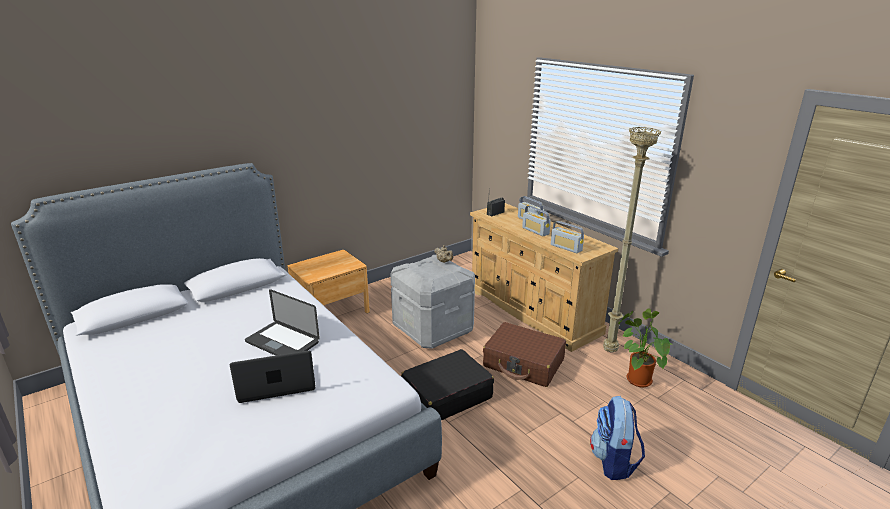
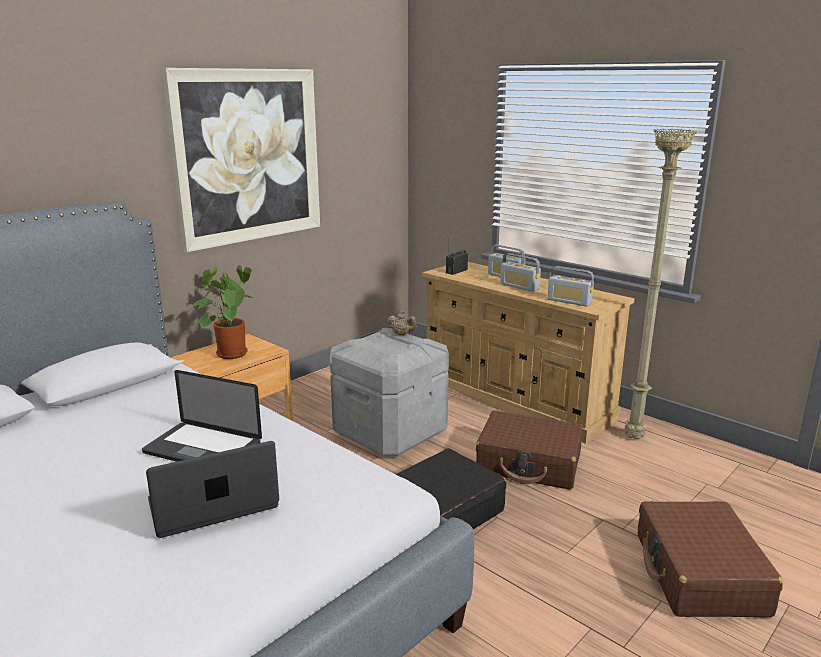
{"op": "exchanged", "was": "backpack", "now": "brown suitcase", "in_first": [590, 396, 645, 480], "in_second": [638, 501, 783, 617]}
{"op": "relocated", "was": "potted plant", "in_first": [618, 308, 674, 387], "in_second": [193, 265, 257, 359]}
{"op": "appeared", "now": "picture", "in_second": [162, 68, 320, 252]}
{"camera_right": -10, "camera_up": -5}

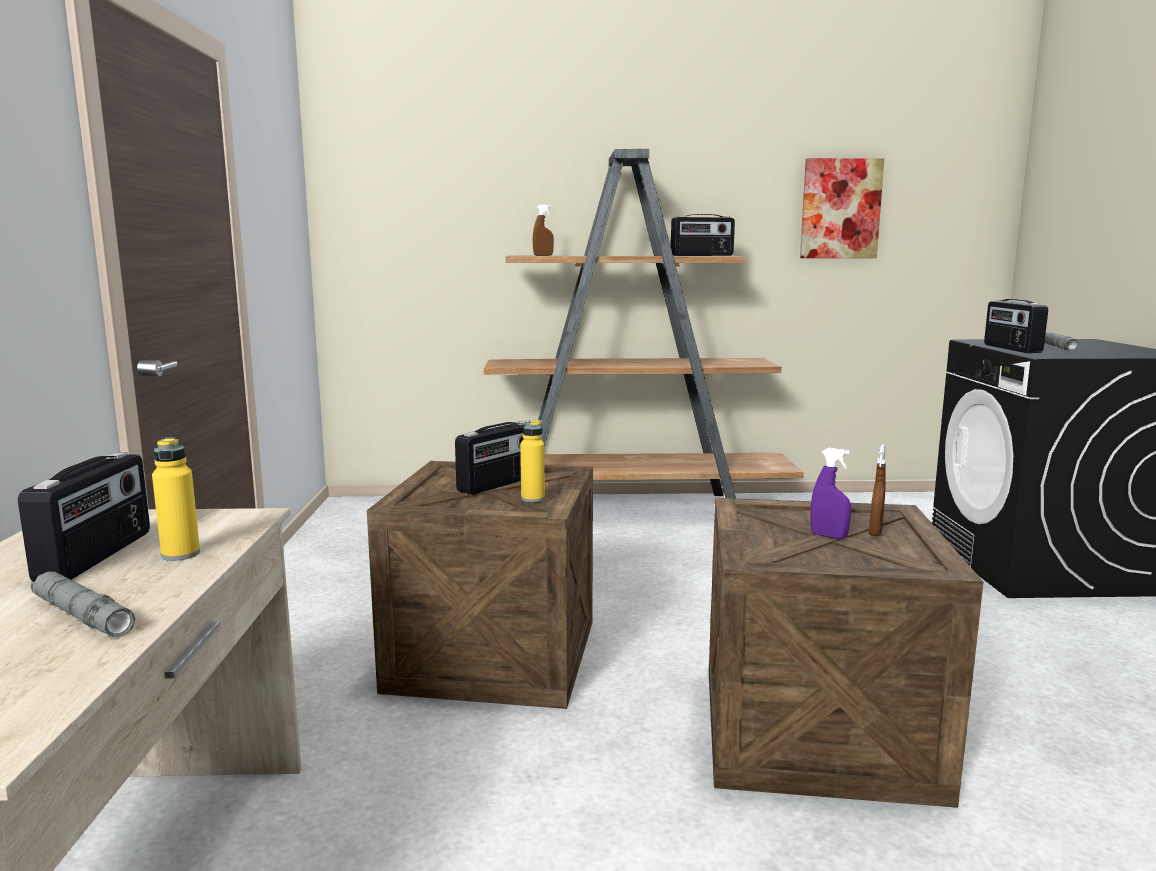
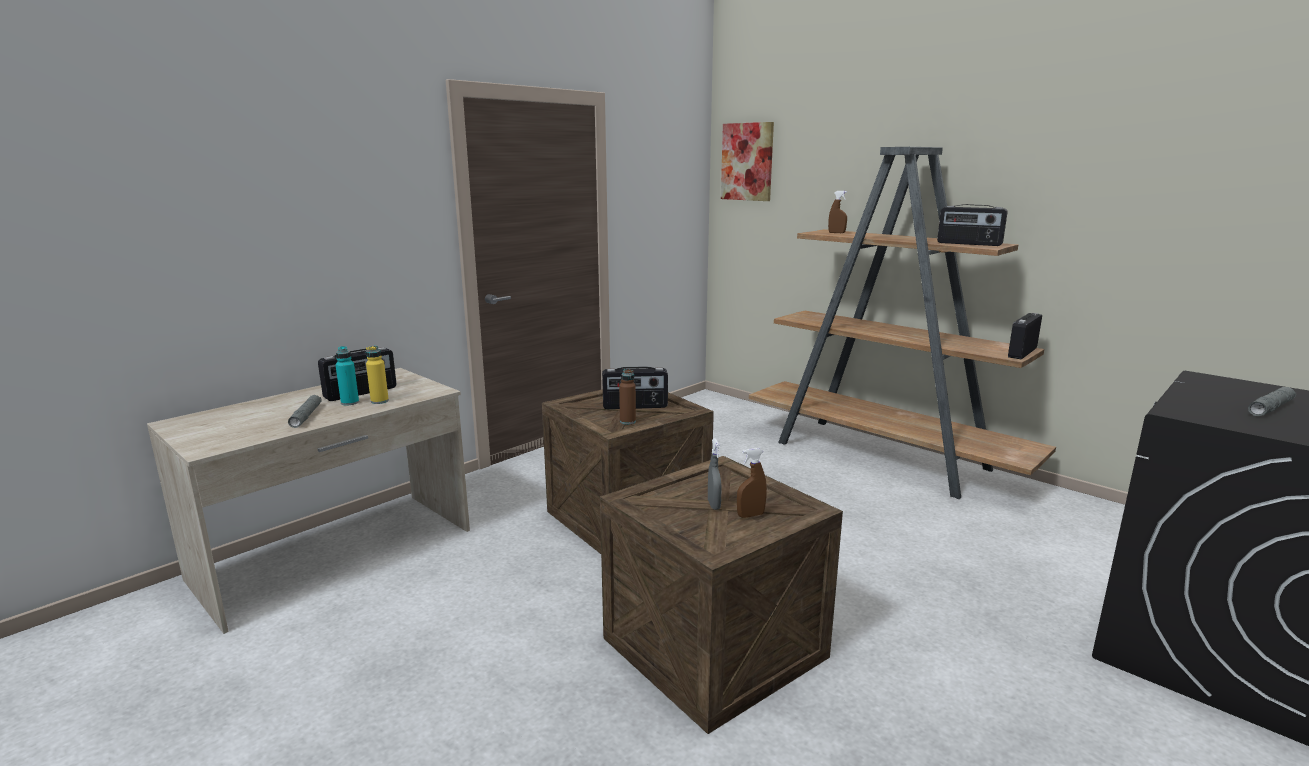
{"op": "colour", "was": "yellow bottle", "now": "brown bottle", "in_first": [520, 420, 545, 502], "in_second": [619, 369, 636, 424]}
{"op": "relocated", "was": "picture", "in_first": [800, 158, 884, 258], "in_second": [721, 122, 774, 201]}
{"op": "colour", "was": "purple spray bottle", "now": "grey spray bottle", "in_first": [811, 448, 851, 539], "in_second": [708, 438, 722, 510]}
{"op": "relocated", "was": "radio", "in_first": [984, 299, 1048, 353], "in_second": [1008, 313, 1042, 359]}
{"op": "appeared", "now": "turquoise bottle", "in_second": [336, 346, 359, 405]}
{"camera_right": 45, "camera_up": 5}

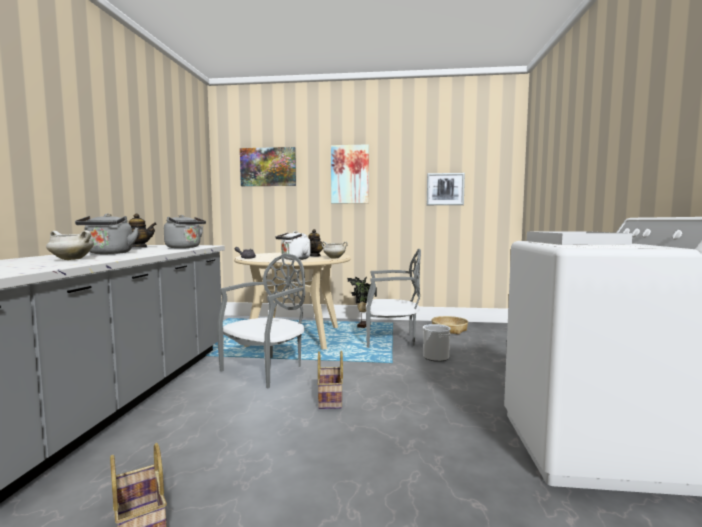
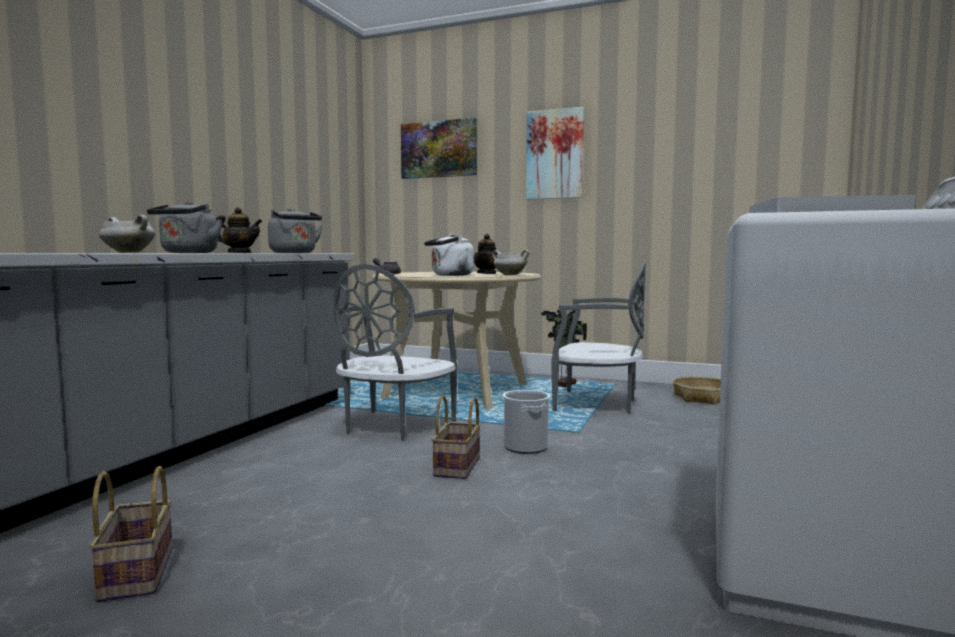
{"op": "spun", "was": "grey chair", "in_first": [217, 254, 305, 388], "in_second": [334, 264, 458, 441], "clockwise": 150}
{"op": "relocated", "was": "bucket", "in_first": [423, 324, 451, 362], "in_second": [503, 390, 550, 454]}
{"op": "missing", "was": "picture", "in_first": [427, 173, 465, 205]}
{"camera_right": 15, "camera_up": 0}

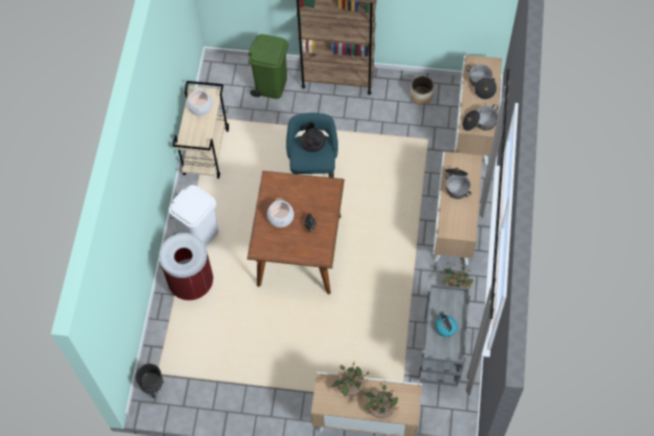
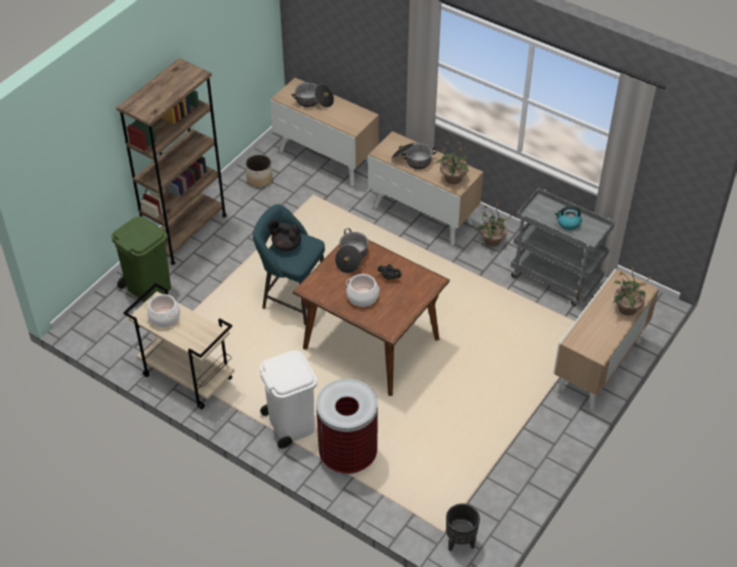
{"op": "relocated", "was": "potted plant", "in_first": [331, 361, 369, 397], "in_second": [436, 141, 469, 184]}
{"op": "relocated", "was": "cooking pot", "in_first": [462, 104, 498, 131], "in_second": [335, 228, 369, 273]}
{"camera_right": -65, "camera_up": -15}

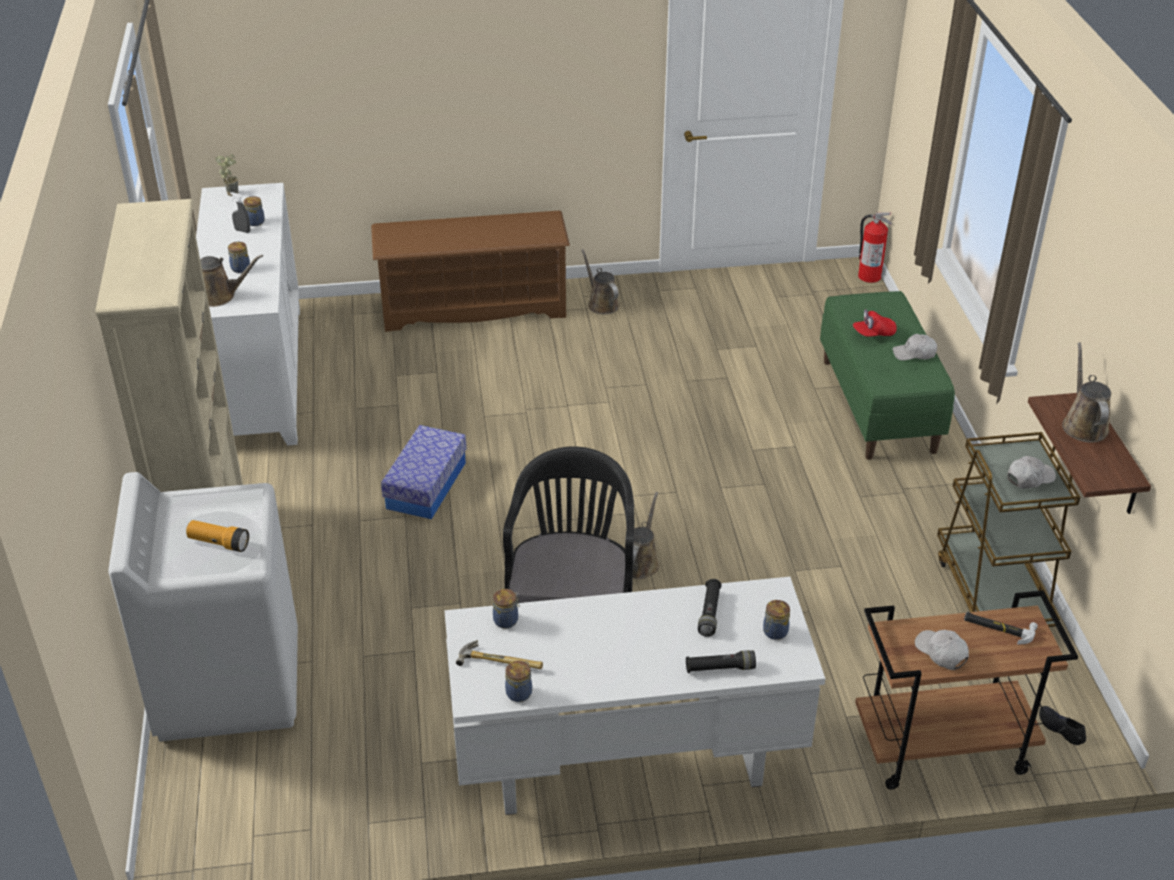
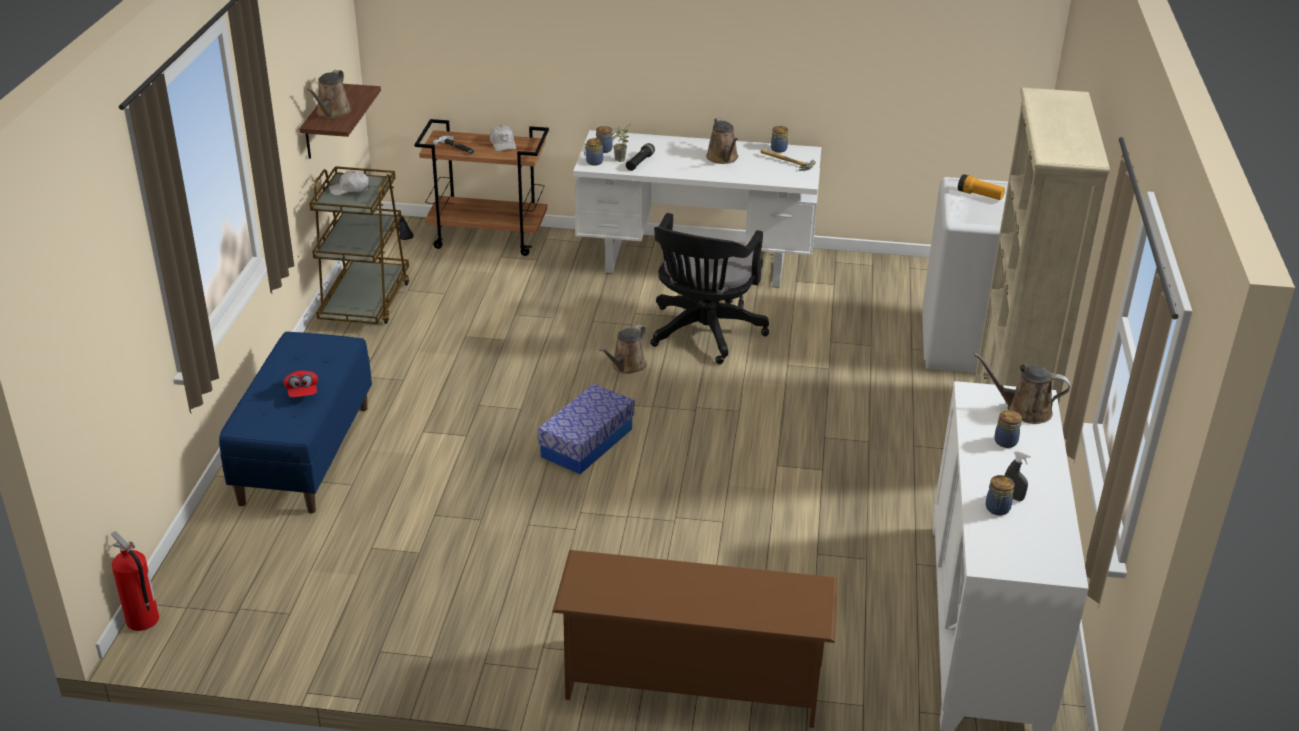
{"op": "relocated", "was": "potted plant", "in_first": [215, 154, 239, 196], "in_second": [612, 124, 631, 162]}
{"op": "relocated", "was": "storage box", "in_first": [381, 425, 467, 519], "in_second": [538, 384, 635, 474]}
{"op": "relocated", "was": "jar", "in_first": [493, 589, 520, 628], "in_second": [584, 138, 603, 166]}
{"op": "relocated", "was": "brown watering can", "in_first": [581, 249, 620, 314], "in_second": [706, 118, 738, 164]}
{"op": "missing", "was": "black flashlight", "in_first": [686, 650, 756, 673]}
{"op": "colour", "was": "green bench", "now": "blue bench", "in_first": [820, 291, 955, 460], "in_second": [219, 332, 372, 514]}
{"op": "spun", "was": "red cap", "in_first": [853, 309, 897, 337], "in_second": [284, 371, 318, 397], "clockwise": 75}
{"op": "missing", "was": "white cap", "in_first": [893, 334, 937, 360]}
{"camera_right": -165, "camera_up": -5}

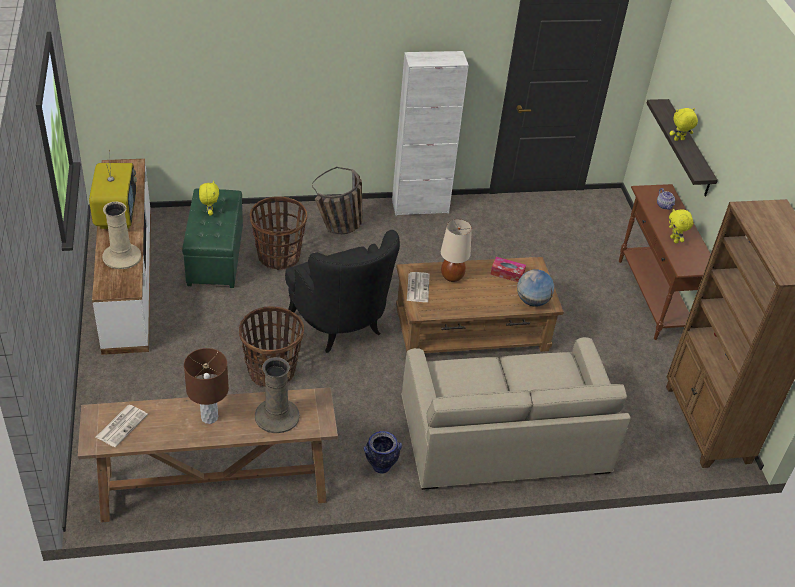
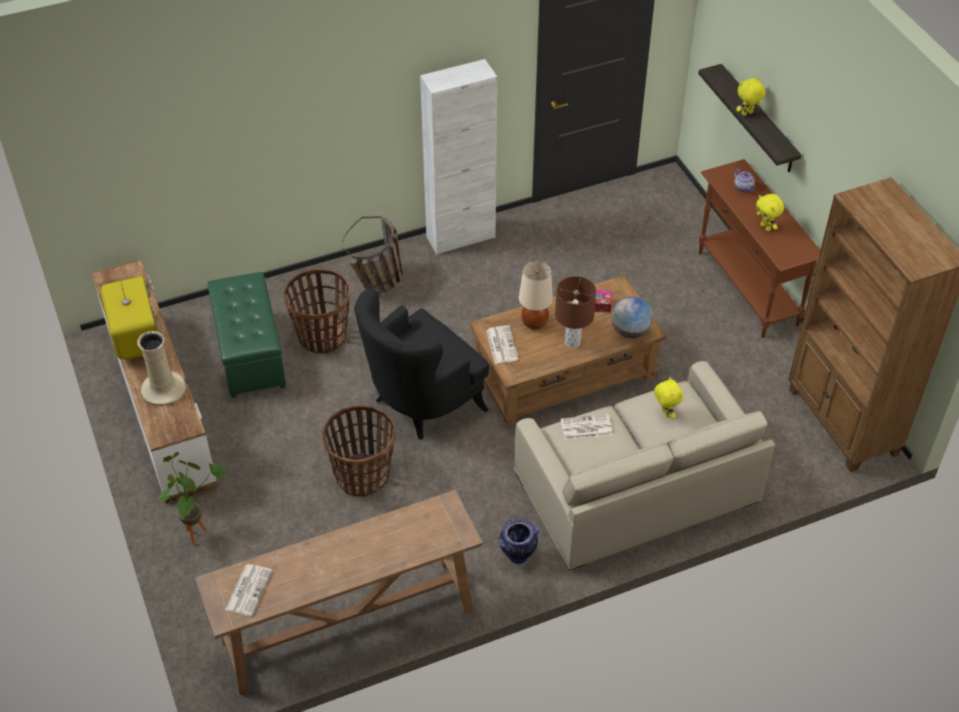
{"op": "relocated", "was": "brown table lamp", "in_first": [184, 348, 229, 424], "in_second": [555, 276, 596, 348]}
{"op": "relocated", "was": "yellow plush toy", "in_first": [199, 181, 219, 216], "in_second": [654, 377, 683, 419]}
{"op": "missing", "was": "beige vase", "in_first": [255, 357, 300, 433]}
{"op": "spun", "was": "black armchair", "in_first": [284, 230, 400, 353], "in_second": [354, 289, 489, 440], "clockwise": 90}
{"op": "appeared", "now": "potted plant", "in_second": [157, 452, 228, 545]}
{"op": "appeared", "now": "newspaper", "in_second": [561, 414, 612, 440]}
{"camera_right": -10, "camera_up": 5}

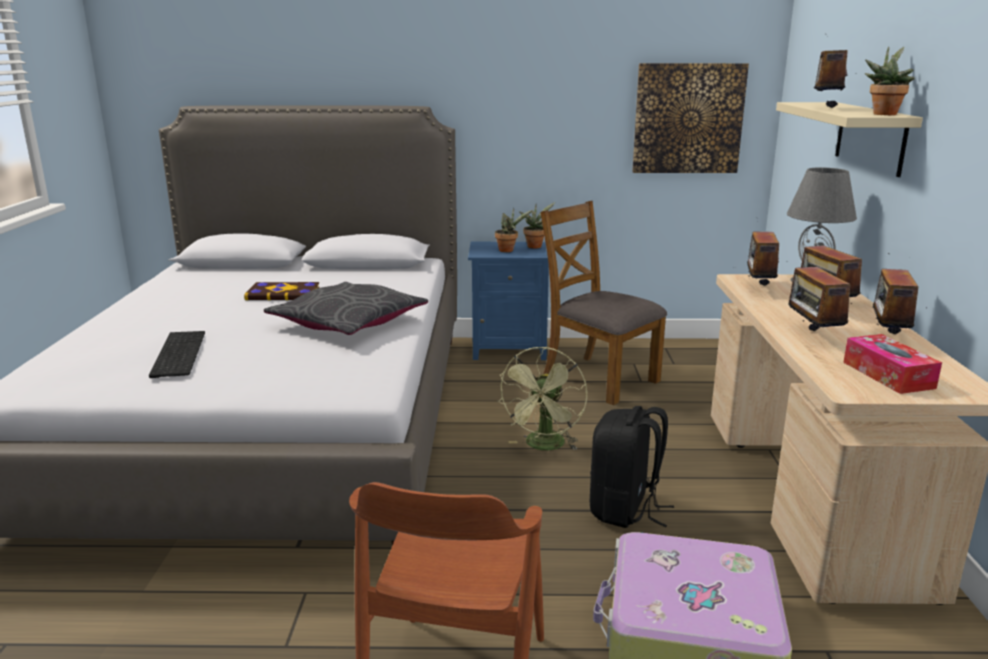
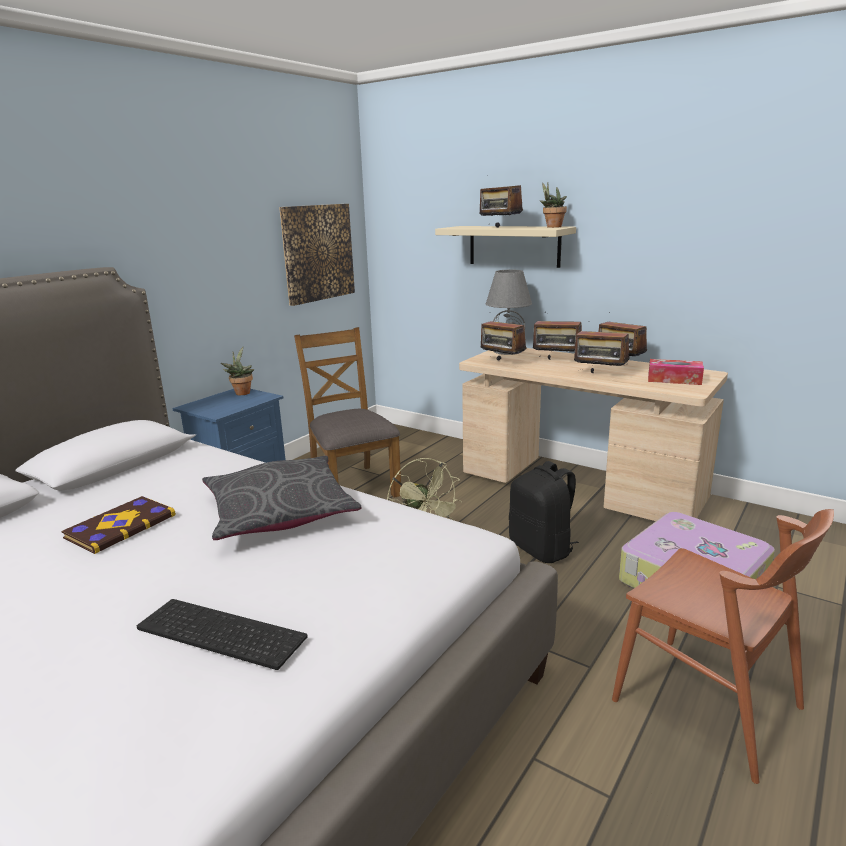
{"op": "missing", "was": "potted plant", "in_first": [495, 208, 533, 252]}
{"op": "spun", "was": "brown chair", "in_first": [541, 201, 667, 405], "in_second": [294, 327, 401, 498], "clockwise": 75}
{"camera_right": -55, "camera_up": 0}

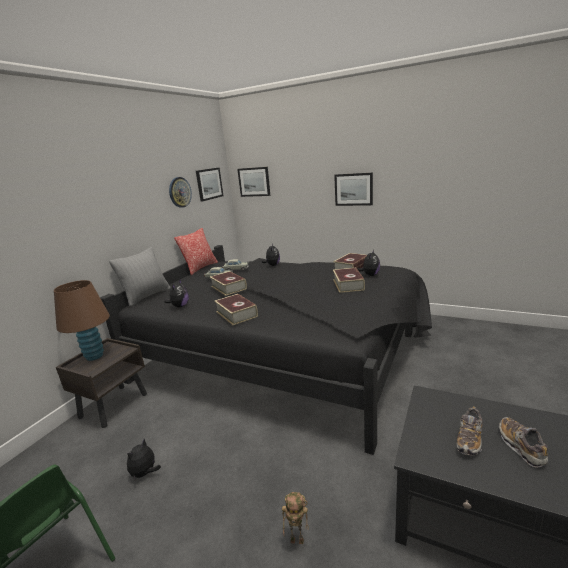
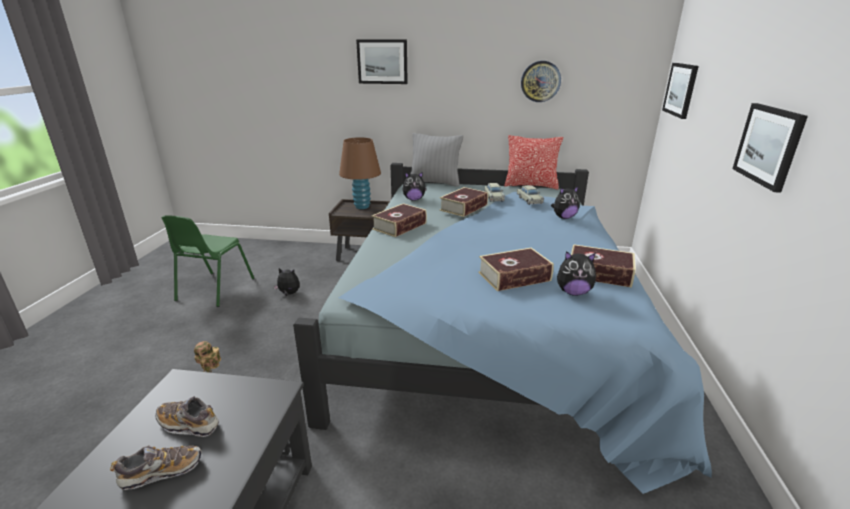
{"op": "colour", "was": "black bed", "now": "blue bed", "in_first": [100, 245, 432, 455], "in_second": [293, 163, 712, 494]}
{"op": "relocated", "was": "picture", "in_first": [196, 168, 223, 202], "in_second": [356, 39, 408, 84]}
{"camera_right": 70, "camera_up": 5}

